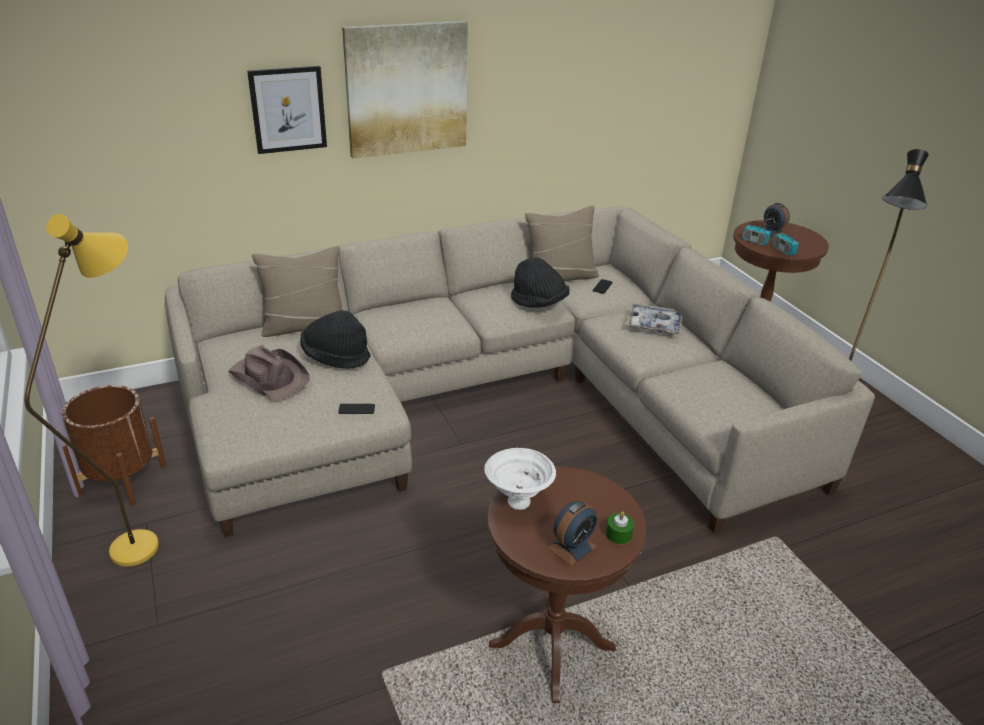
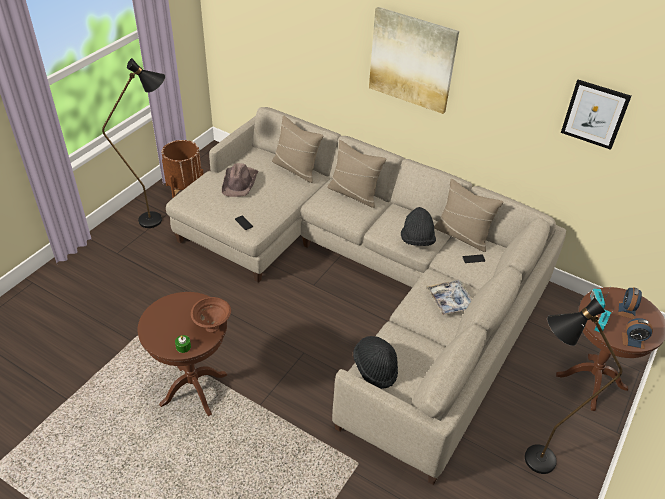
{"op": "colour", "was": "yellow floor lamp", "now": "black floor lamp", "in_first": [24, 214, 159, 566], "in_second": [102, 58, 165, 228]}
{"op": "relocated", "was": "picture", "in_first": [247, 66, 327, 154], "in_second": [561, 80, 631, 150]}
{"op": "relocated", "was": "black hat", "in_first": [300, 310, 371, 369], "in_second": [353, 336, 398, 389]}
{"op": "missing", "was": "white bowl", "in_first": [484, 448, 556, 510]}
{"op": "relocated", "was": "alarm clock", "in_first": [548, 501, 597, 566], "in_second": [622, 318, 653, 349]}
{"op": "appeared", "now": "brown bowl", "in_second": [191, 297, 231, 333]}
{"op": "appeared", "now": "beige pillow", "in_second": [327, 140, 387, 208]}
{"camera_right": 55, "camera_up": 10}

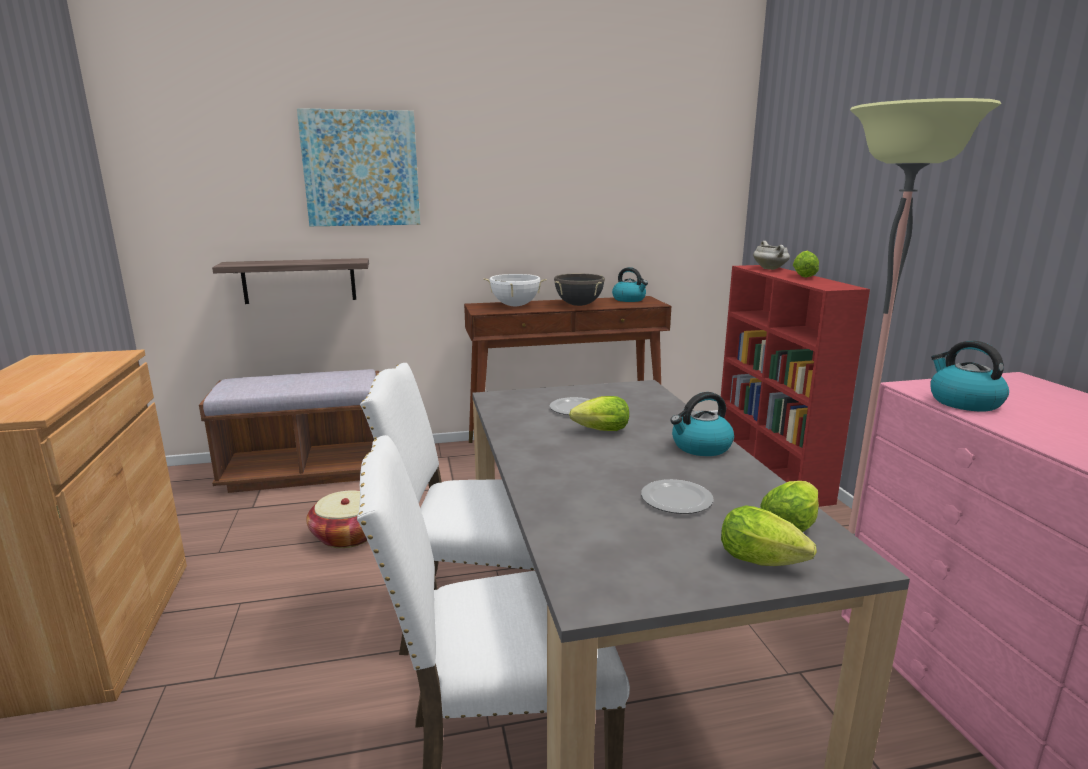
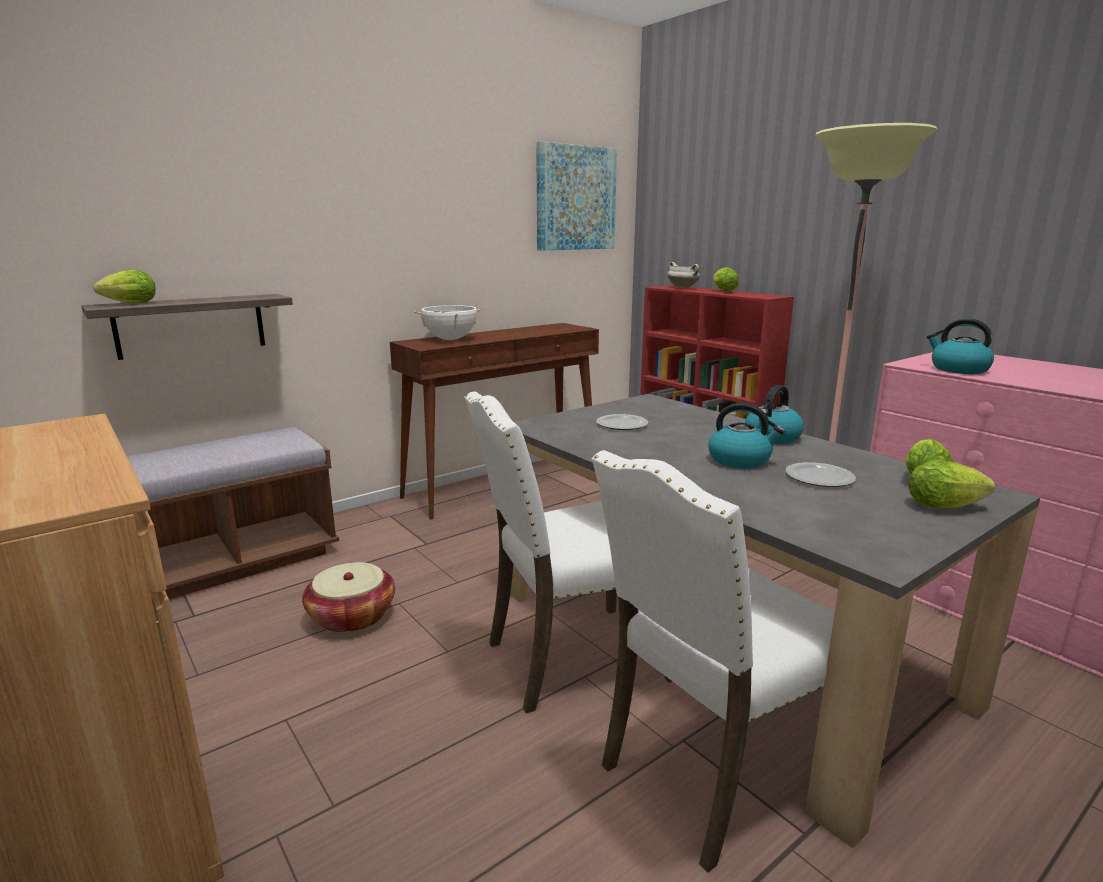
{"op": "relocated", "was": "picture", "in_first": [297, 108, 420, 226], "in_second": [536, 141, 617, 251]}
{"op": "missing", "was": "black cooking pot", "in_first": [554, 273, 605, 306]}
{"op": "relocated", "was": "lettuce", "in_first": [569, 396, 629, 431], "in_second": [93, 270, 156, 303]}
{"op": "relocated", "was": "kettle", "in_first": [612, 267, 648, 302], "in_second": [708, 403, 785, 468]}
{"camera_right": -25, "camera_up": 0}

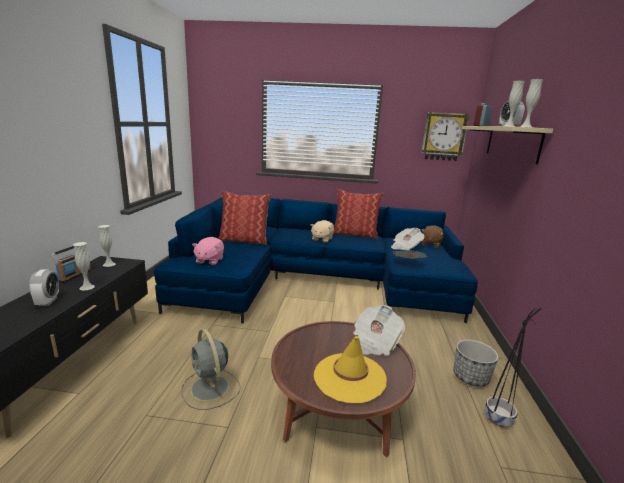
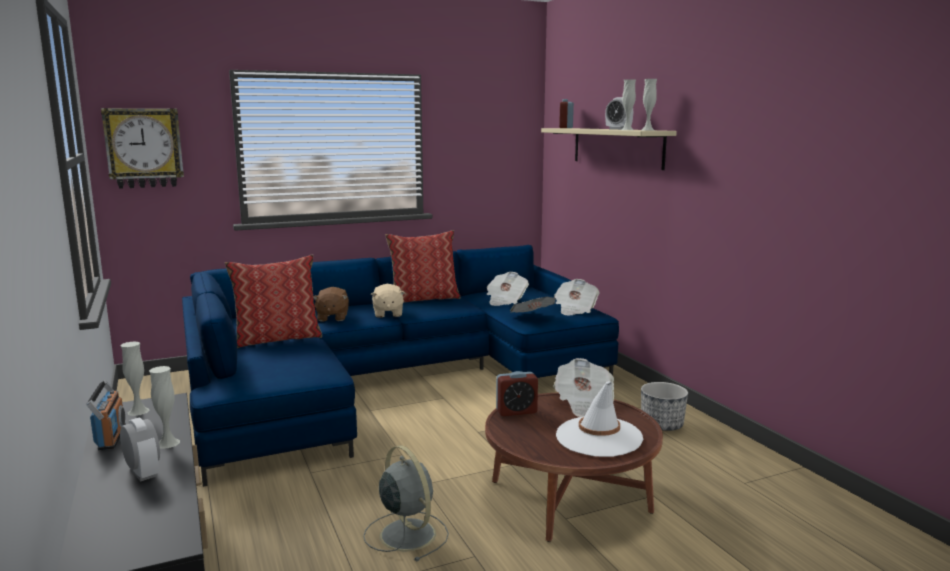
{"op": "spun", "was": "grey fan", "in_first": [181, 329, 240, 410], "in_second": [363, 445, 449, 562], "clockwise": -150}
{"op": "missing", "was": "pink plush toy", "in_first": [192, 237, 224, 265]}
{"op": "colour", "was": "yellow hat", "now": "white hat", "in_first": [314, 336, 387, 403], "in_second": [556, 382, 643, 457]}
{"op": "relocated", "was": "wall clock", "in_first": [421, 112, 470, 161], "in_second": [101, 108, 184, 189]}
{"op": "relocated", "was": "brown plush toy", "in_first": [421, 225, 444, 248], "in_second": [313, 287, 349, 321]}
{"op": "missing", "was": "black planter", "in_first": [485, 308, 541, 427]}
{"op": "appeared", "now": "alarm clock", "in_second": [496, 371, 538, 416]}
{"op": "appeared", "now": "newspaper", "in_second": [554, 279, 599, 315]}
{"camera_right": -30, "camera_up": -5}

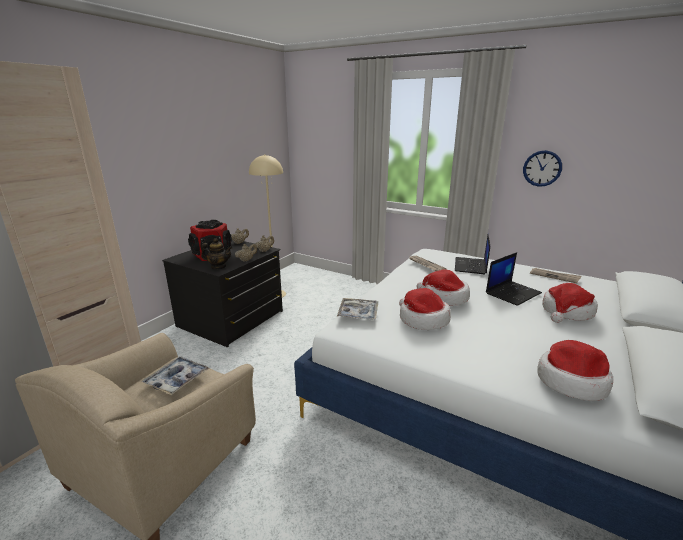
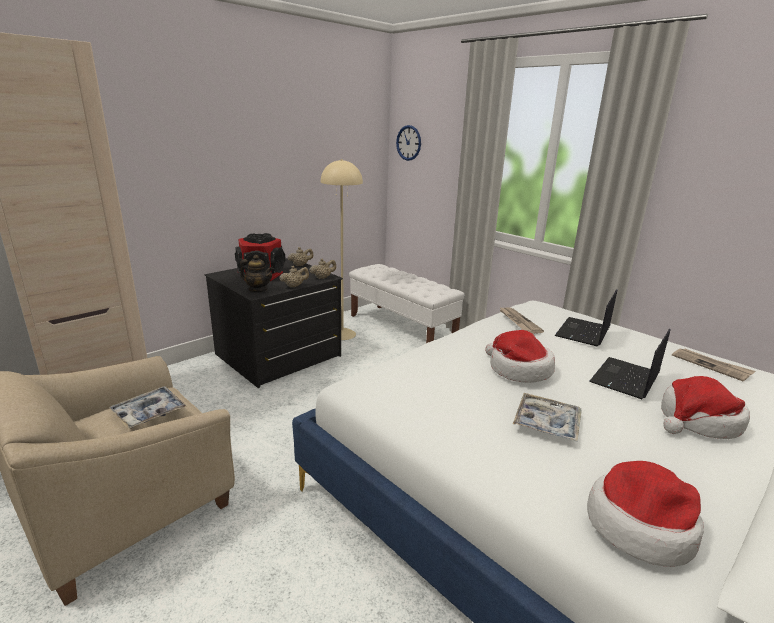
{"op": "relocated", "was": "tray", "in_first": [337, 298, 378, 320], "in_second": [513, 393, 582, 442]}
{"op": "missing", "was": "hat", "in_first": [399, 288, 451, 330]}
{"op": "spun", "was": "laptop", "in_first": [486, 252, 542, 306], "in_second": [589, 328, 671, 399], "clockwise": 150}
{"op": "relocated", "was": "wall clock", "in_first": [523, 150, 562, 187], "in_second": [396, 125, 421, 161]}
{"op": "appeared", "now": "white bench", "in_second": [349, 264, 465, 343]}
{"camera_right": 15, "camera_up": 0}

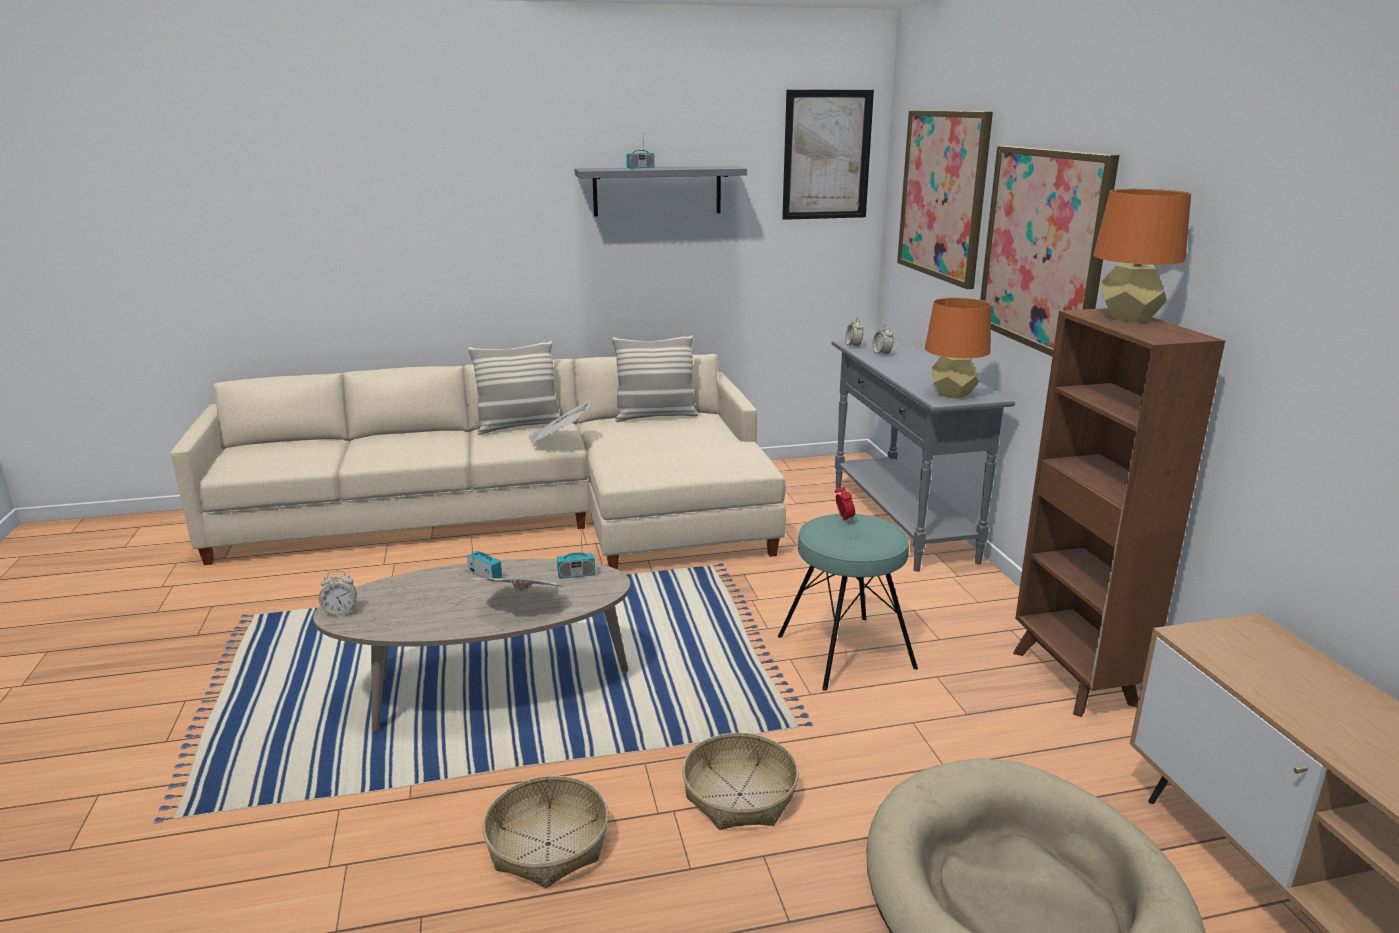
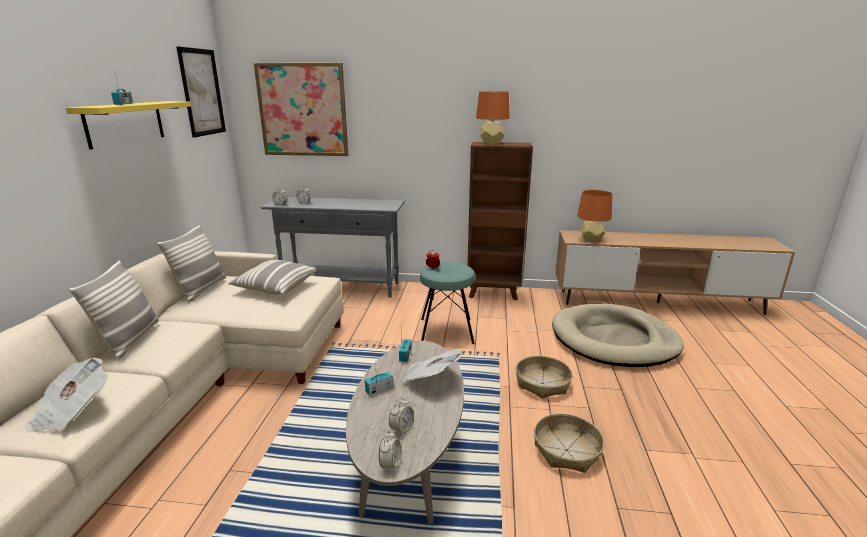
{"op": "relocated", "was": "newspaper", "in_first": [529, 403, 590, 444], "in_second": [25, 358, 107, 432]}
{"op": "colour", "was": "grey shelf", "now": "yellow shelf", "in_first": [575, 166, 747, 217], "in_second": [66, 101, 191, 150]}
{"op": "relocated", "was": "orange table lamp", "in_first": [925, 297, 991, 399], "in_second": [577, 190, 612, 242]}
{"op": "missing", "was": "picture", "in_first": [980, 145, 1119, 357]}
{"op": "appeared", "now": "pillow", "in_second": [228, 260, 316, 294]}
{"op": "appeared", "now": "alarm clock", "in_second": [389, 398, 414, 435]}
{"camera_right": -70, "camera_up": 0}

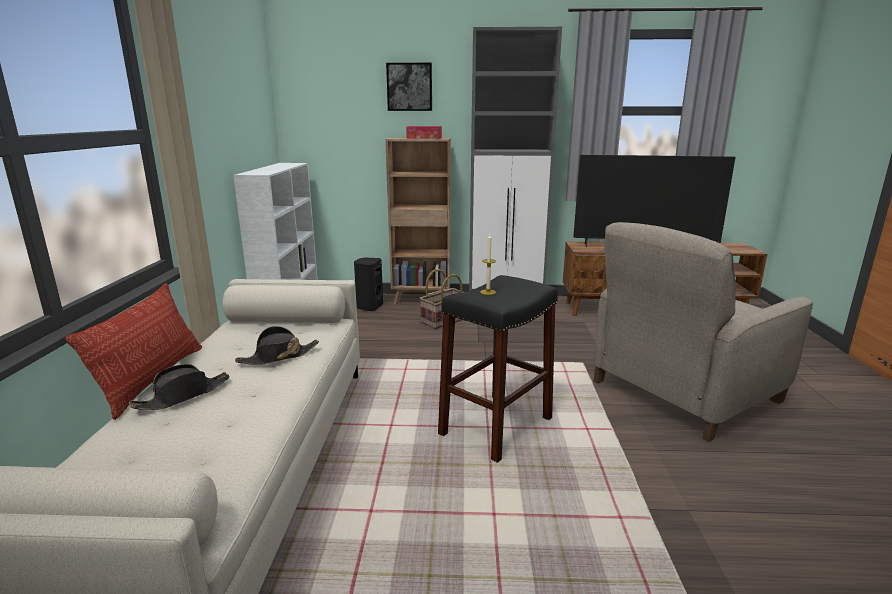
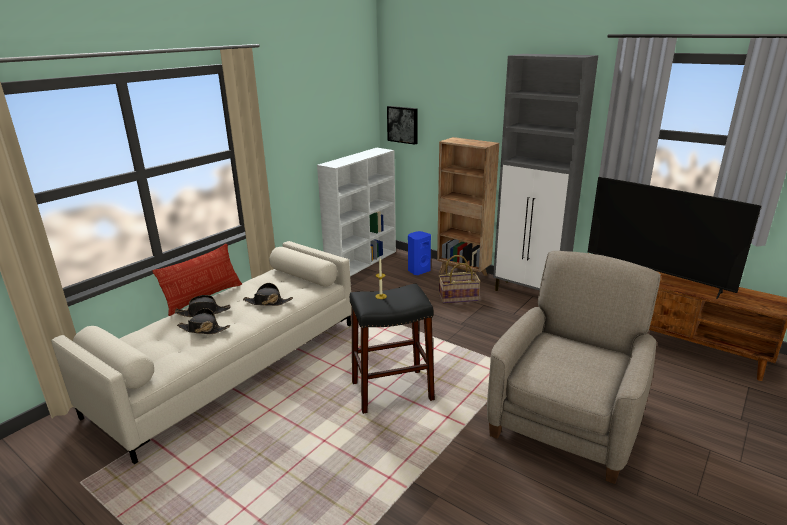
{"op": "colour", "was": "black speaker", "now": "blue speaker", "in_first": [354, 258, 383, 311], "in_second": [408, 231, 431, 275]}
{"op": "relocated", "was": "picture", "in_first": [386, 63, 432, 111], "in_second": [387, 106, 417, 145]}
{"op": "missing", "was": "tissue box", "in_first": [406, 126, 442, 139]}
{"op": "spun", "was": "beige armchair", "in_first": [593, 222, 813, 442], "in_second": [487, 251, 661, 484], "clockwise": 120}
{"op": "appeared", "now": "black hat", "in_second": [177, 308, 230, 334]}
{"camera_right": 35, "camera_up": 5}

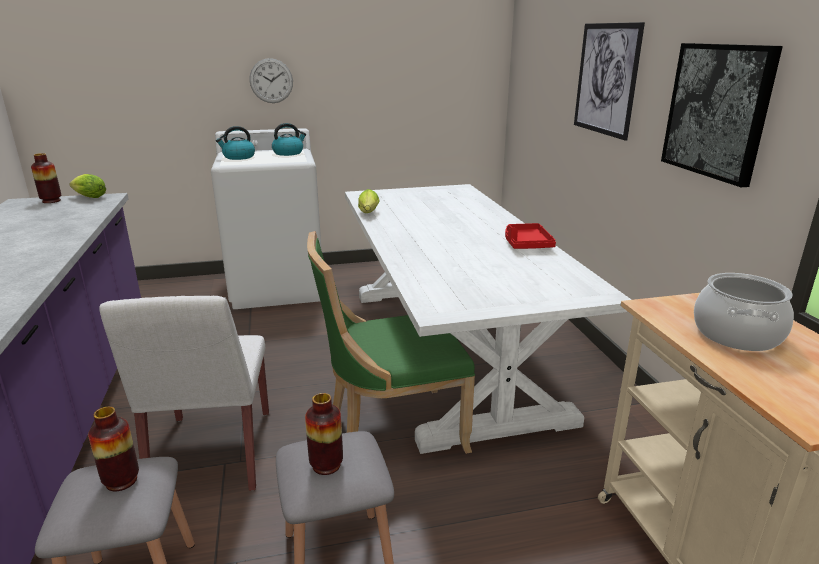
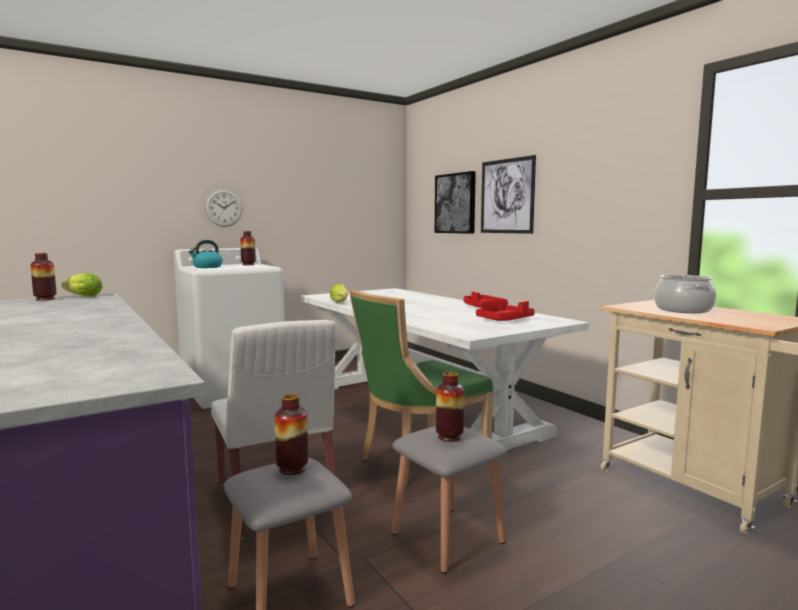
{"op": "exchanged", "was": "kettle", "now": "vase", "in_first": [272, 123, 306, 156], "in_second": [240, 231, 256, 265]}
{"op": "relocated", "was": "picture", "in_first": [661, 43, 783, 187], "in_second": [435, 171, 476, 234]}
{"op": "appeared", "now": "red tray", "in_second": [476, 301, 535, 321]}
{"camera_right": -20, "camera_up": -15}

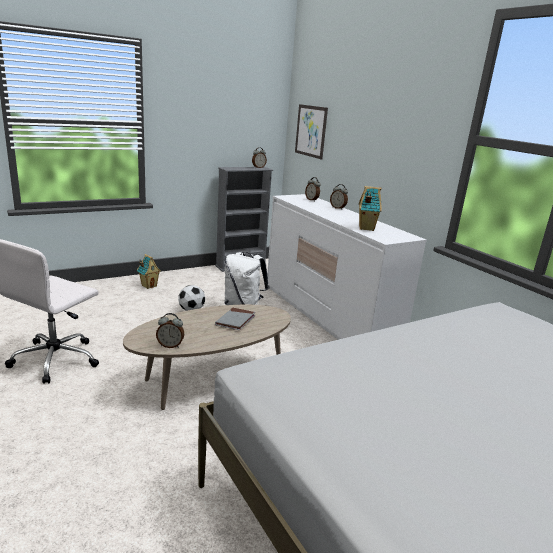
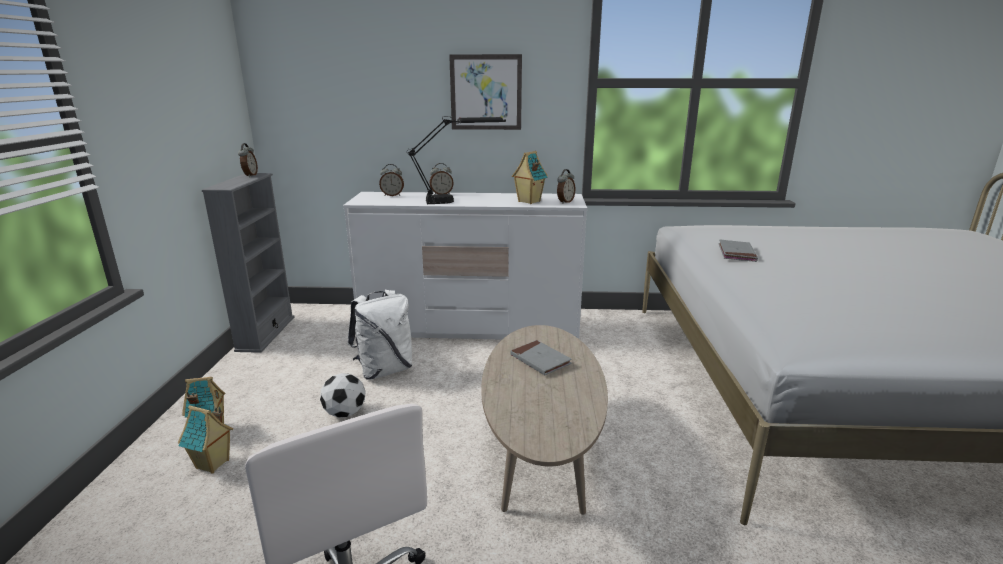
{"op": "relocated", "was": "alarm clock", "in_first": [156, 313, 184, 348], "in_second": [557, 169, 575, 204]}
{"op": "relocated", "was": "picture", "in_first": [295, 104, 328, 159], "in_second": [449, 54, 522, 130]}
{"op": "appeared", "now": "toy house", "in_second": [178, 405, 233, 474]}
{"op": "appeared", "now": "black table lamp", "in_second": [407, 116, 506, 204]}
{"op": "appeared", "now": "grey book", "in_second": [718, 239, 758, 262]}
{"camera_right": -55, "camera_up": 0}

